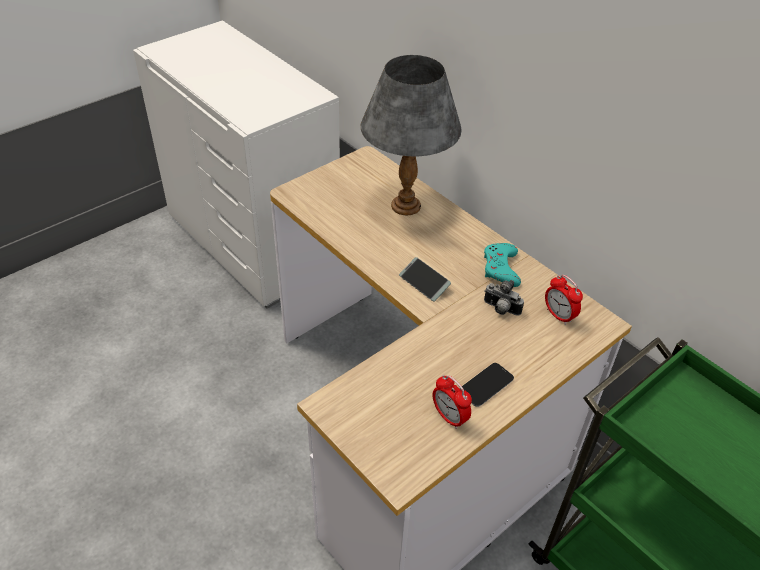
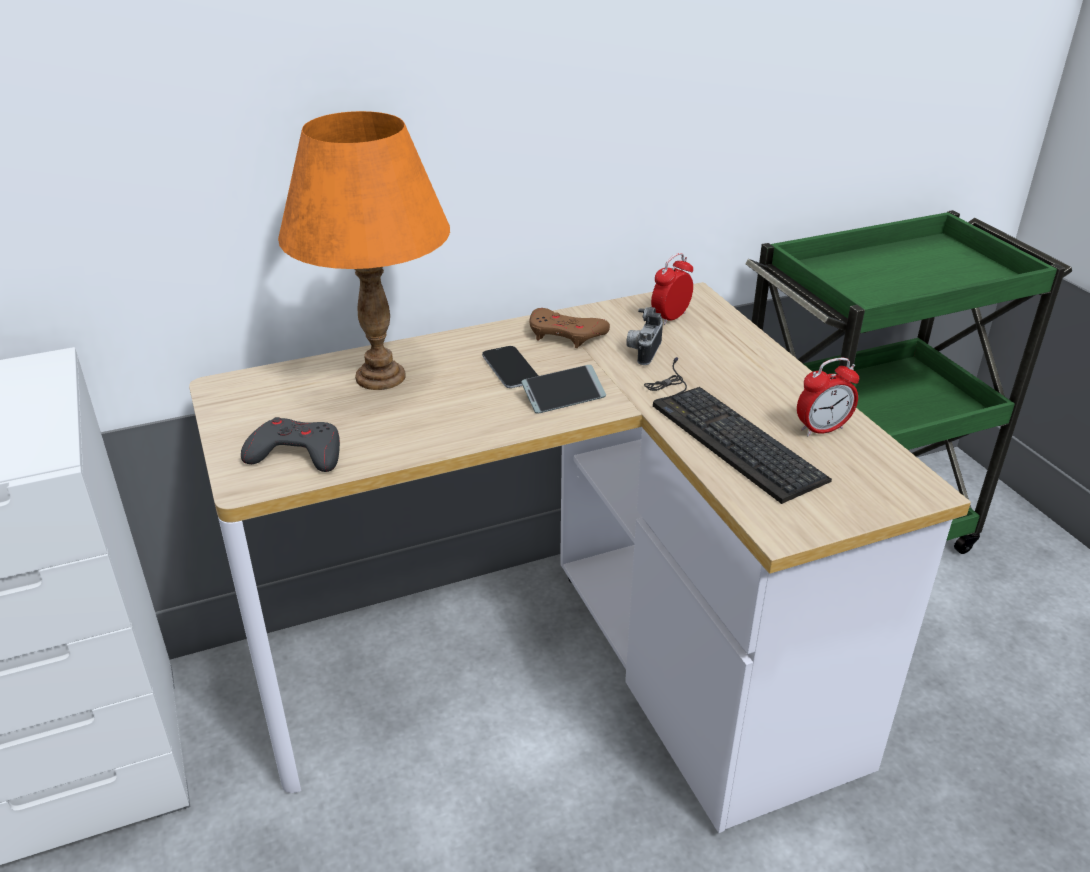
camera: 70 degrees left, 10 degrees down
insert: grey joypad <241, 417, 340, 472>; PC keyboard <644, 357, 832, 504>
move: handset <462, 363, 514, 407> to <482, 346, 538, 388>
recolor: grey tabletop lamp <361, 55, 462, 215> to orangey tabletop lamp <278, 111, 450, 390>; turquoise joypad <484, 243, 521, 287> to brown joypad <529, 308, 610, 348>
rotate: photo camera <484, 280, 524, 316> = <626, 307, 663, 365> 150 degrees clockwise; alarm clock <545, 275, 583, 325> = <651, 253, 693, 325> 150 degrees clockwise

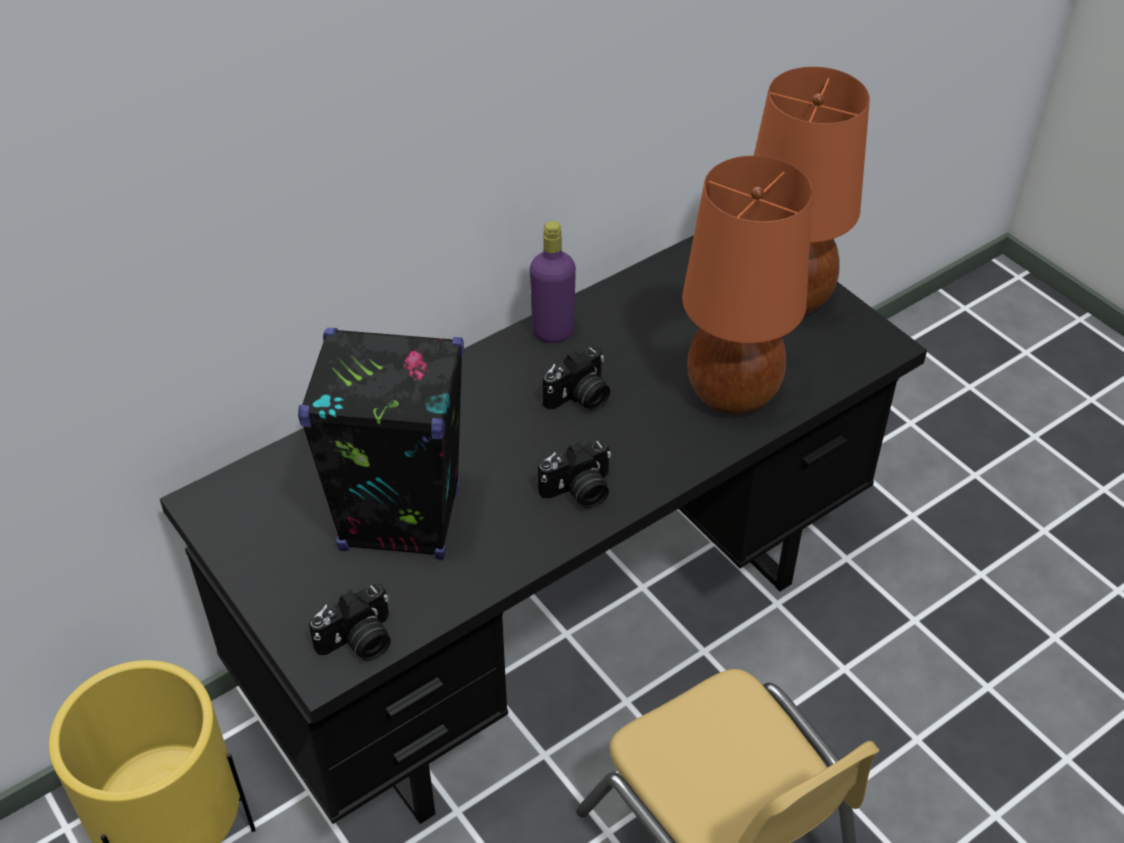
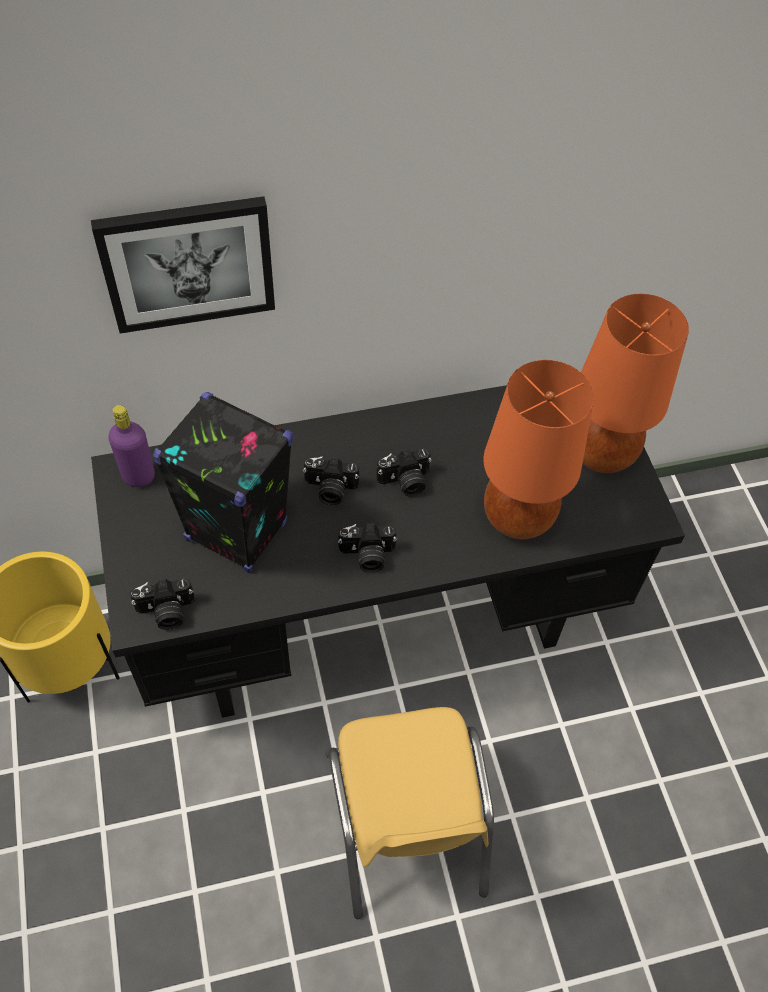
camera: 20 degrees right, 10 degrees up
insert: wall picture <91, 196, 275, 334>; photo camera <303, 456, 359, 505>
move: purple-coloured drink bottle <530, 221, 576, 343> to <108, 405, 155, 487>

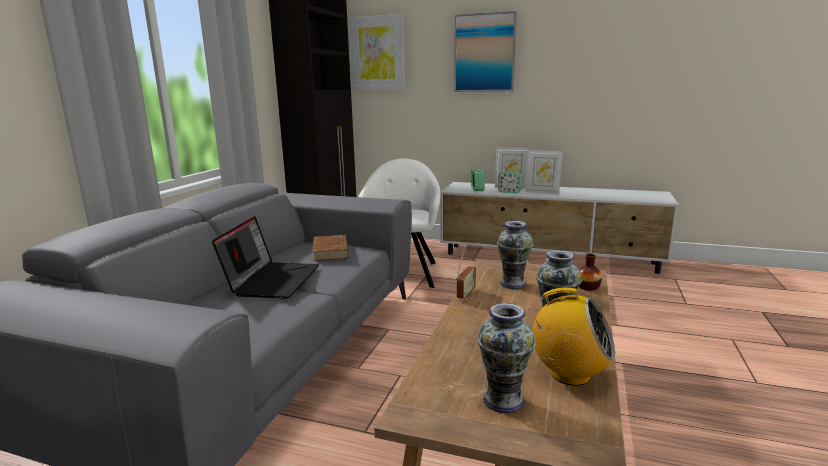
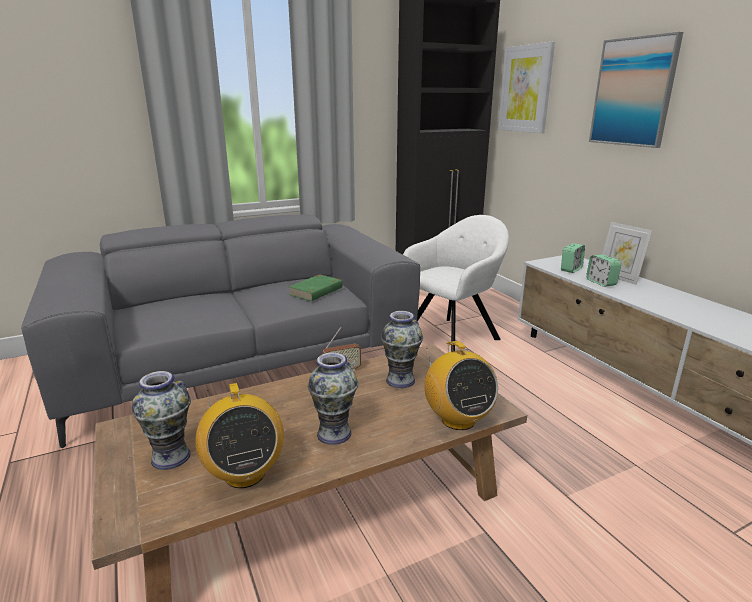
camera: 45 degrees right, 5 degrees up
delete: laptop <212, 216, 319, 299>; standing frame <525, 150, 563, 194>
replace: decorative vase <579, 253, 602, 291> to radio set <424, 341, 498, 430>
recolor: brown book <312, 235, 349, 261> to green book <289, 274, 343, 301>

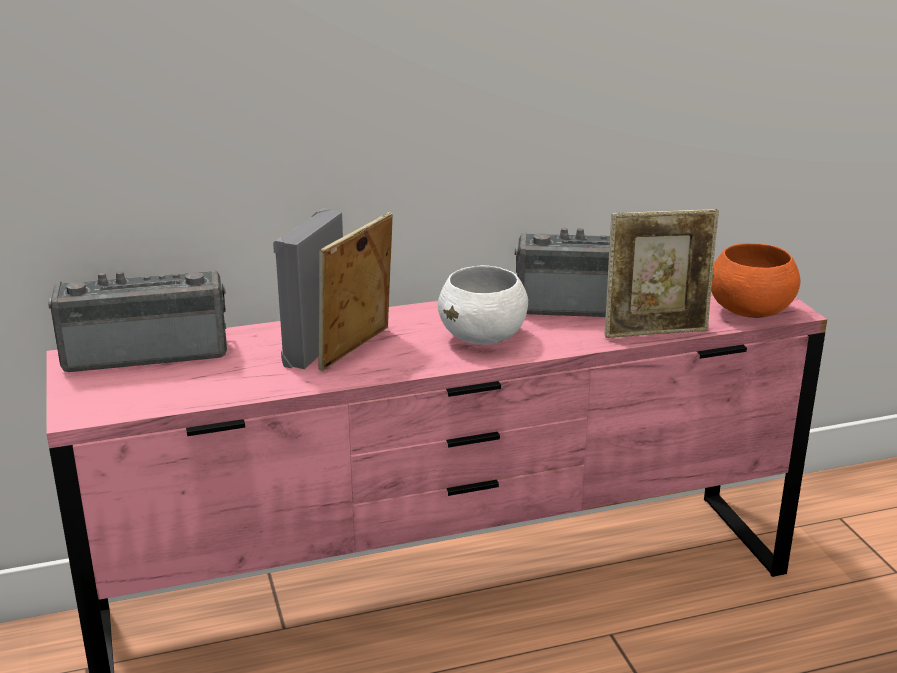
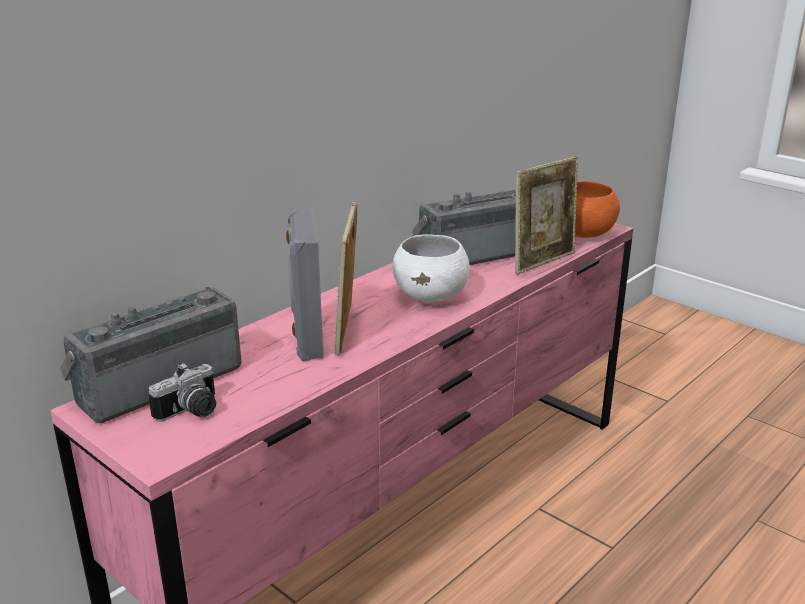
camera: 30 degrees left, 0 degrees up
insert: photo camera <148, 363, 216, 422>

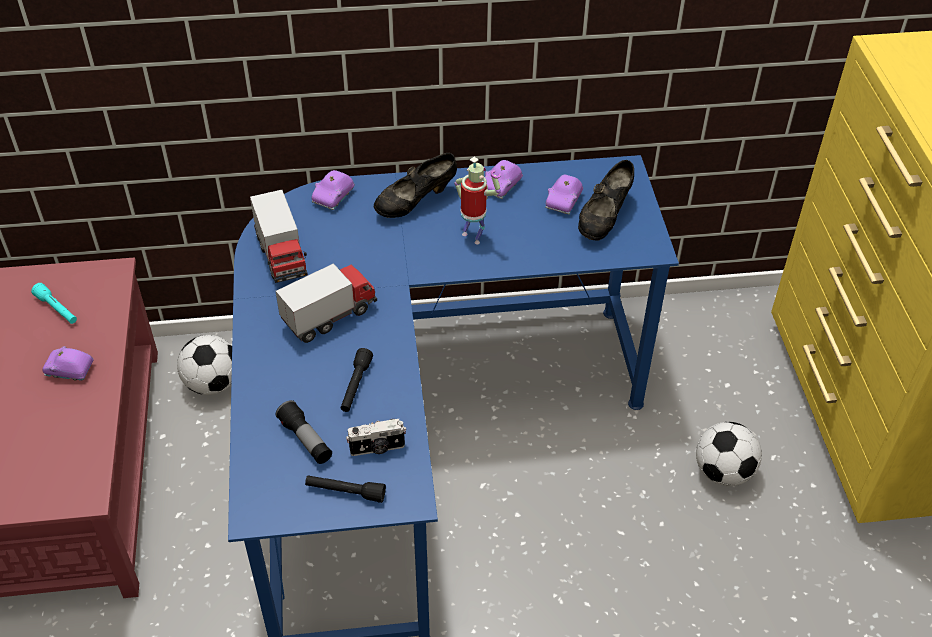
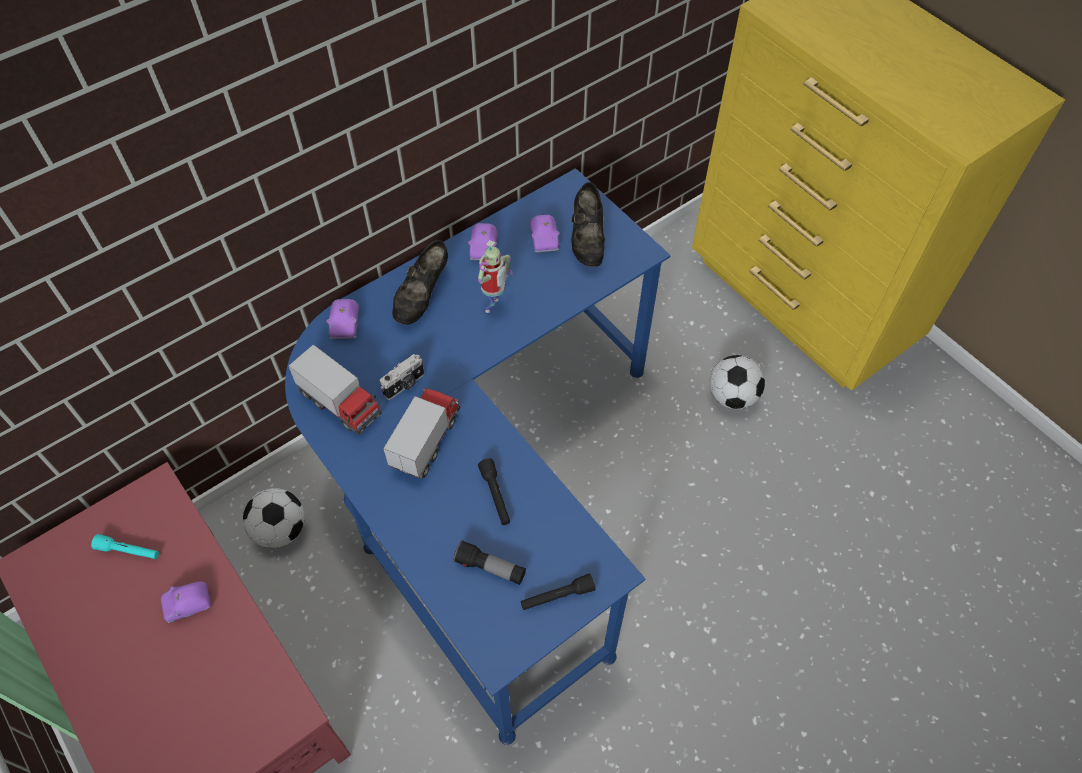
camera: 30 degrees left, 10 degrees up
move: photo camera <346, 419, 406, 456> to <380, 354, 424, 400>
rotate: robot figure <455, 157, 501, 245> = <478, 240, 513, 313> 105 degrees clockwise

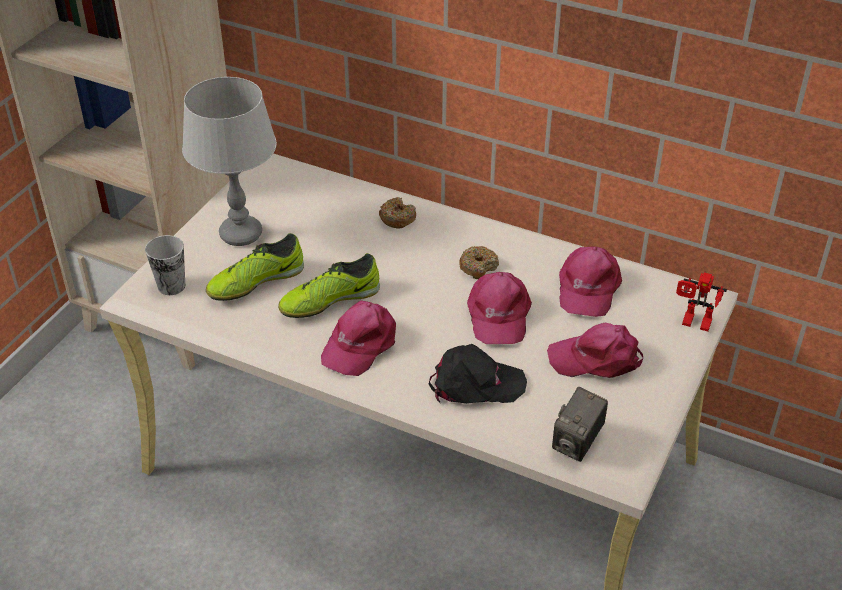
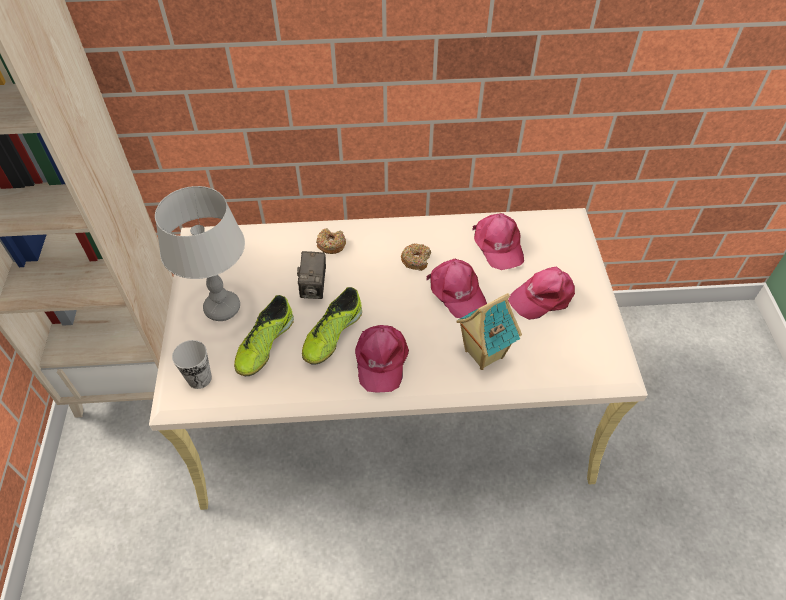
camera: 30 degrees left, 10 degrees up
delete: robot figure <676, 273, 727, 331>
move: photo camera <552, 387, 608, 462> to <297, 251, 326, 299>
replace: black cap <429, 344, 527, 404> to toy house <456, 293, 522, 370>

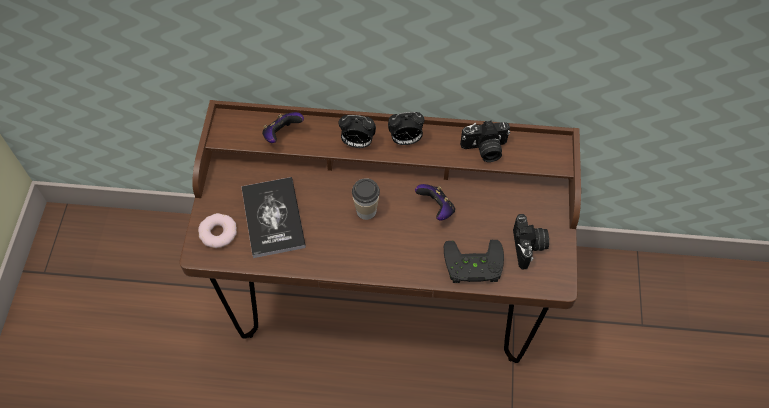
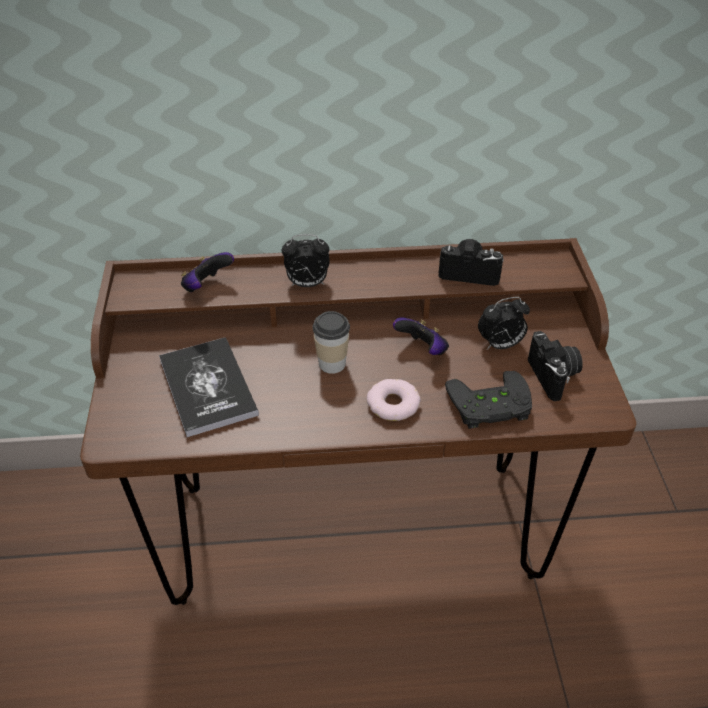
camera: 10 degrees left, 15 degrees down
move: donut <198, 213, 237, 248> to <367, 379, 421, 421>; alarm clock <388, 112, 425, 145> to <478, 297, 530, 349>
rotate: photo camera <460, 120, 510, 162> = <439, 239, 504, 286> 150 degrees counterclockwise

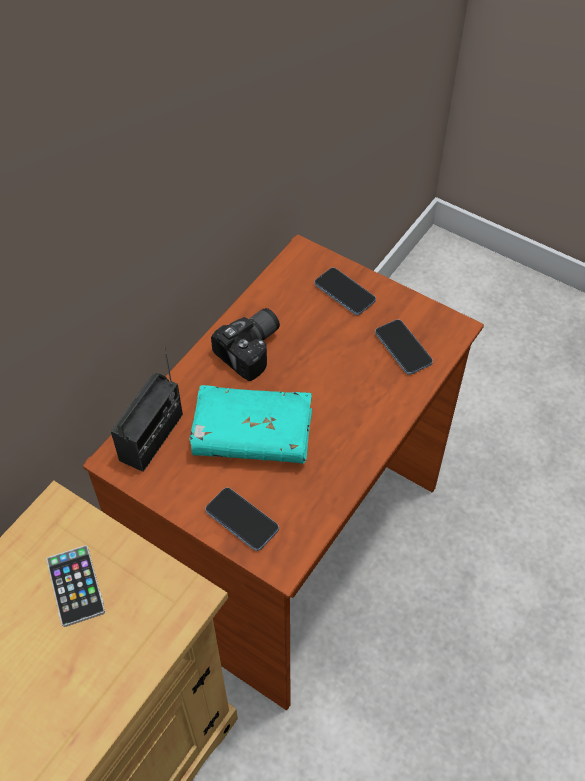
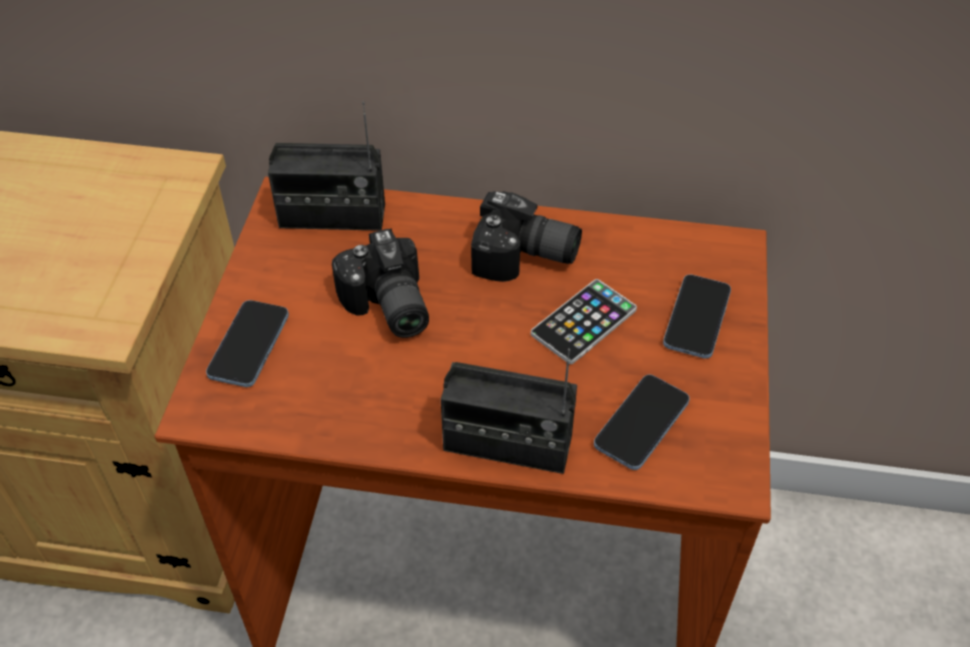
camera: 65 degrees right, 5 degrees down
insert: radio set <441, 348, 577, 474>
move: handset <46, 545, 105, 627> to <531, 279, 637, 364>
replace: turquoise book <190, 385, 312, 464> to photo camera <332, 228, 429, 338>

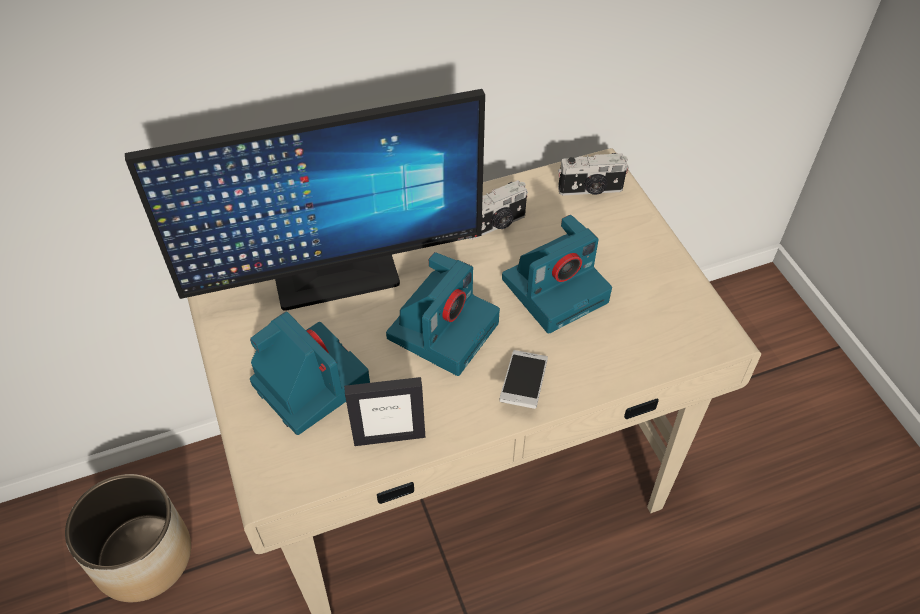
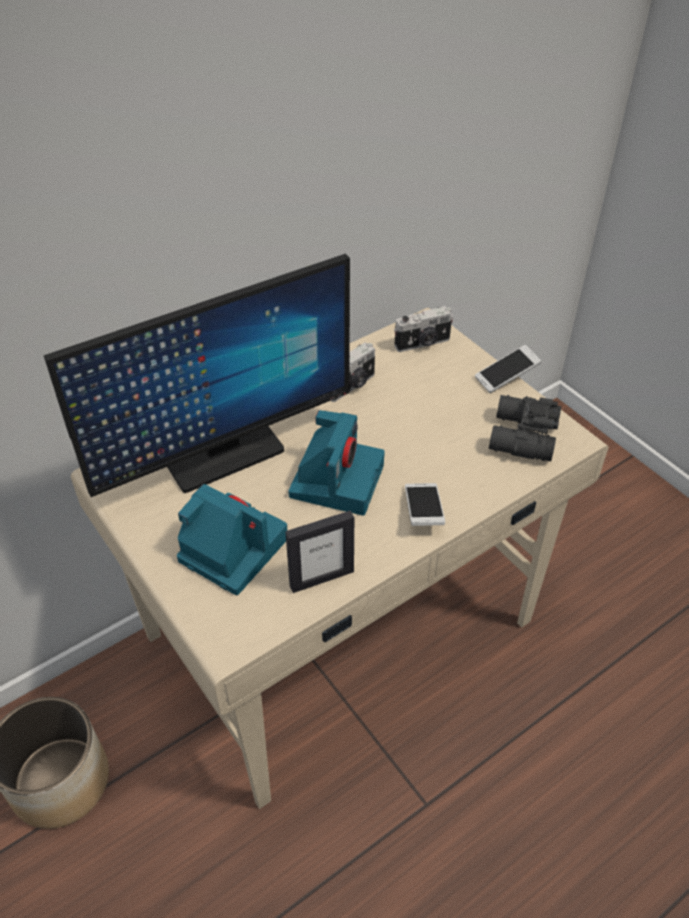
camera: 15 degrees left, 5 degrees down
delete: photo camera <502, 215, 612, 333>
insert: handset <475, 345, 541, 393>; black binoculars <489, 395, 561, 461>

